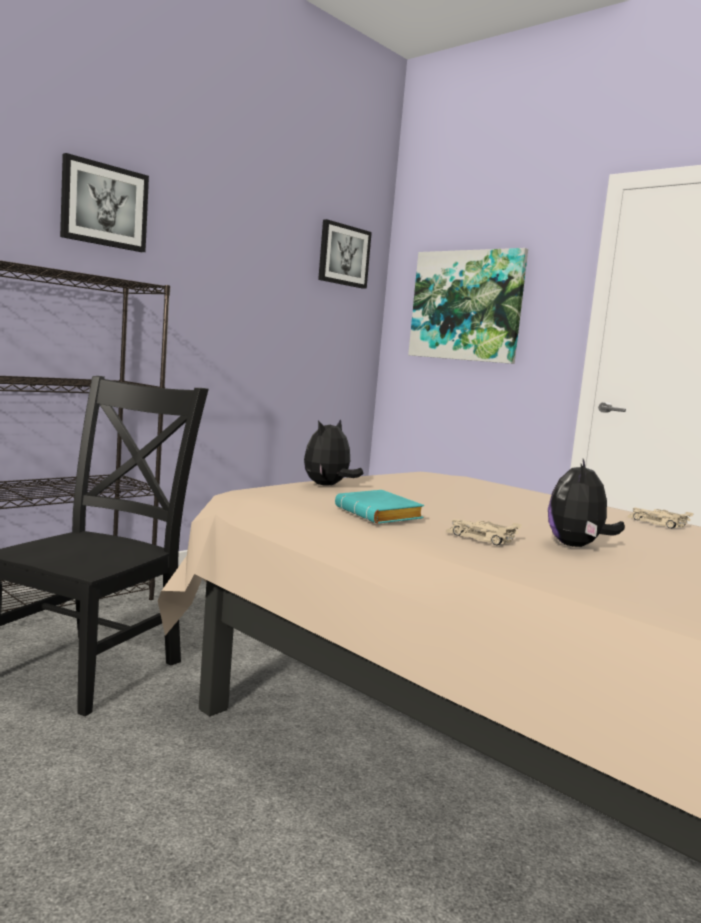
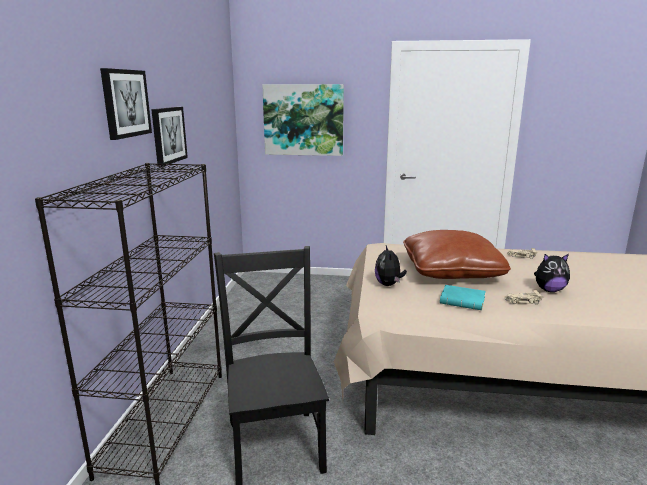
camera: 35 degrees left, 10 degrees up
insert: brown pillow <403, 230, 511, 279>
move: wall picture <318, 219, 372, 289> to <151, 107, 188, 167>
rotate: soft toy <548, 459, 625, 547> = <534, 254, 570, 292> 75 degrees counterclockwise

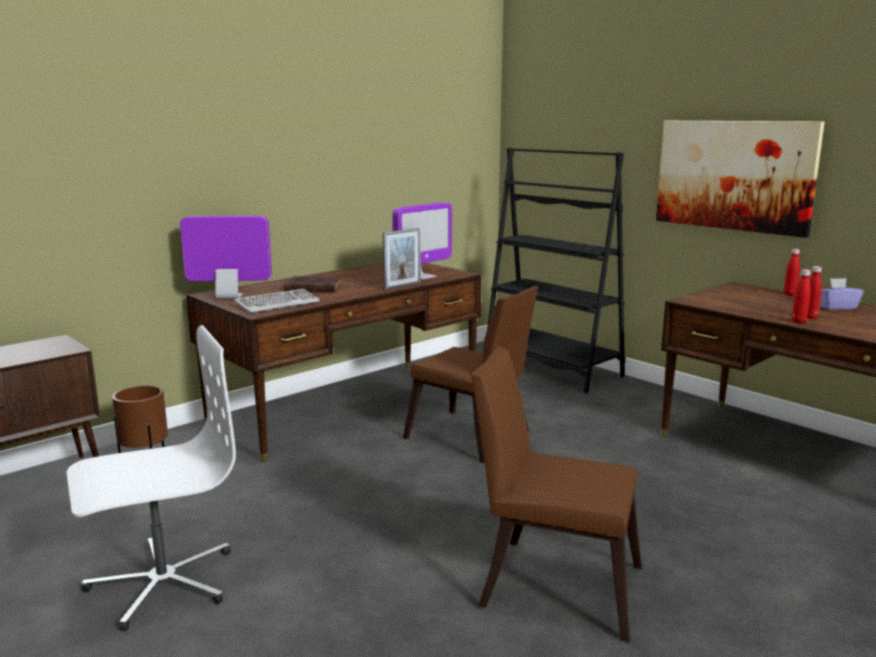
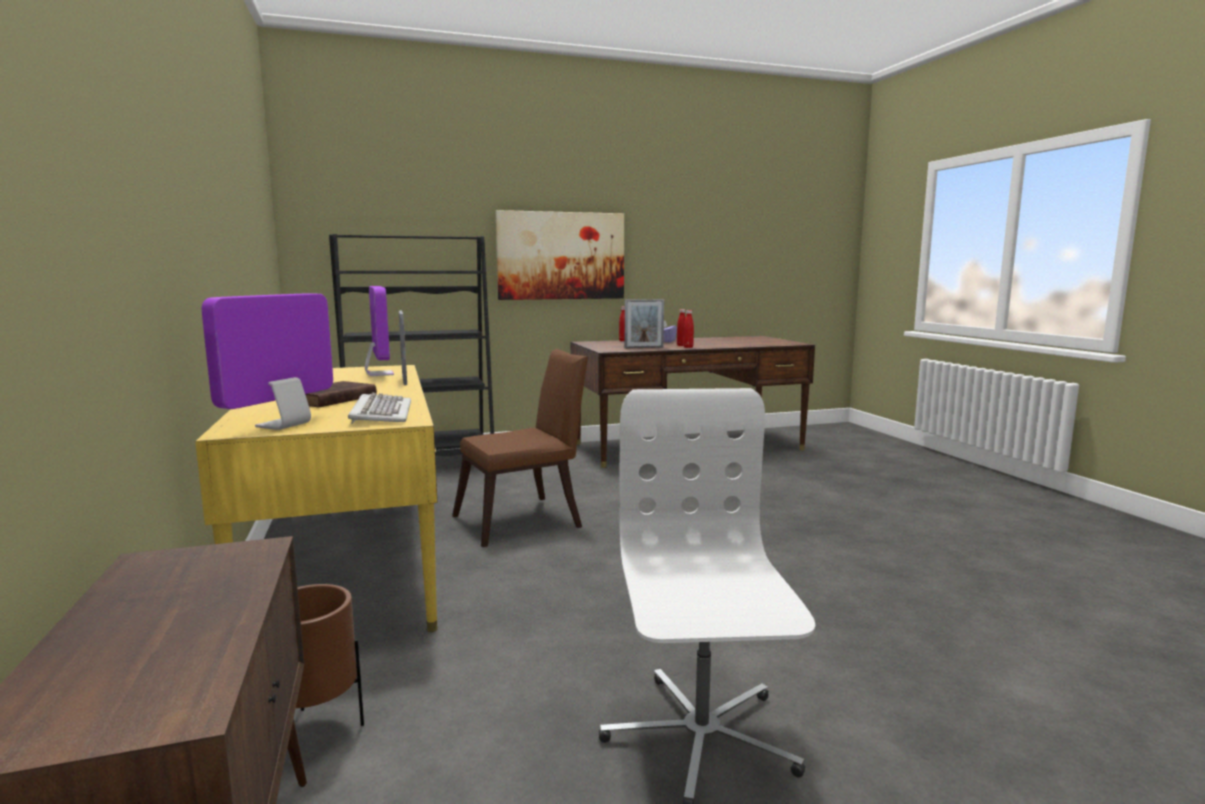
camera: 65 degrees left, 5 degrees down
delete: brown chair <471, 346, 642, 642>
insert: standing frame <625, 299, 664, 348>
recolor: brown desk unit <186, 263, 481, 462> to yellowish desk unit <195, 365, 438, 632>

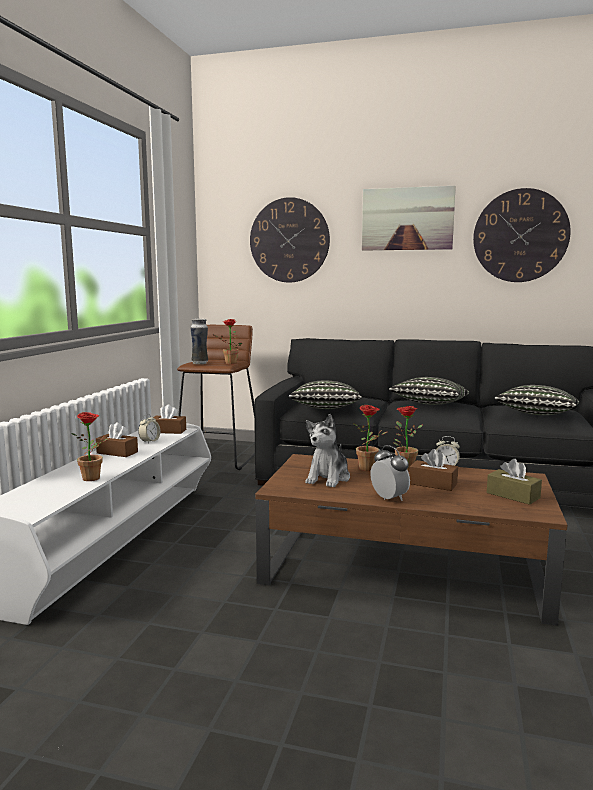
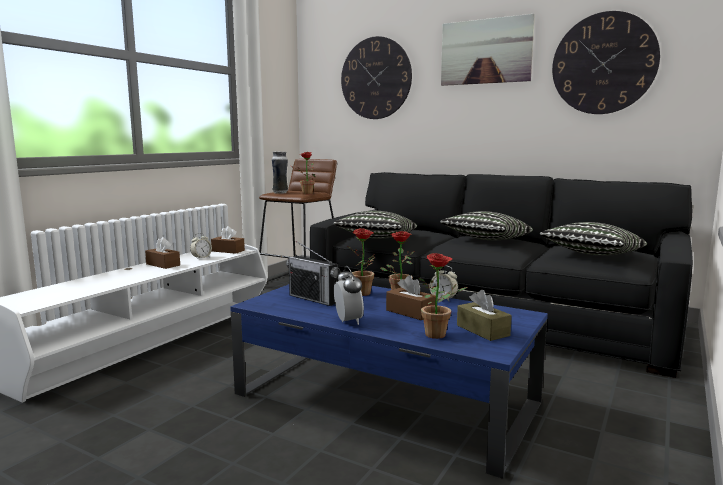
camera: 15 degrees right, 0 degrees up
move: plant in a pot <71, 412, 109, 481> to <419, 253, 468, 339>
replace: soft toy <305, 414, 350, 488> to radio set <286, 241, 340, 306>
recolor: brown lounge table <255, 454, 567, 626> to blue lounge table <230, 284, 548, 479>

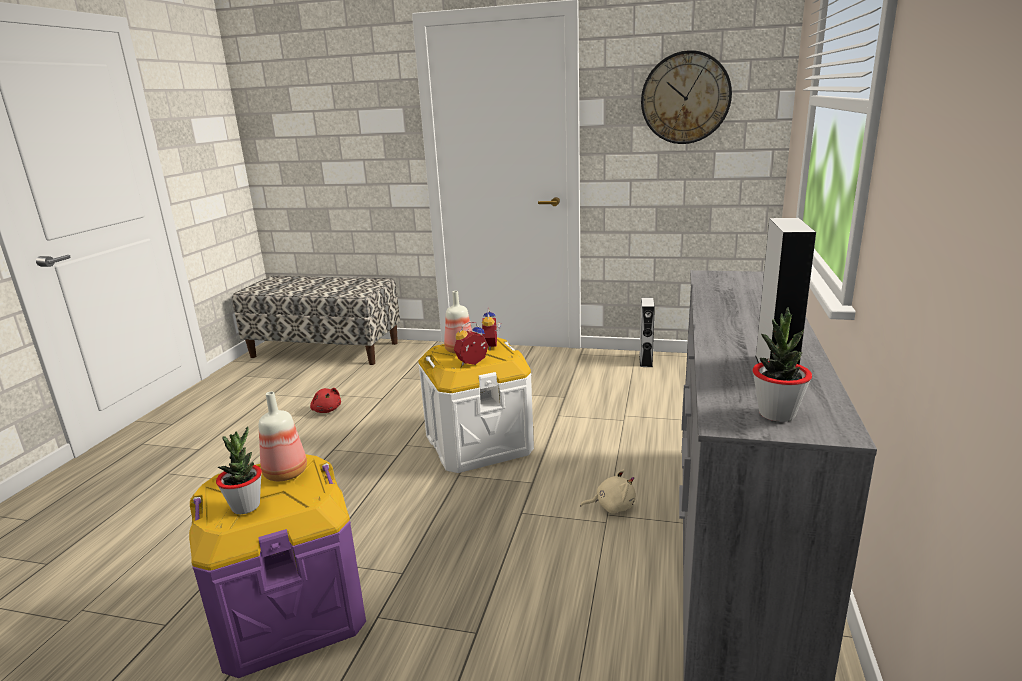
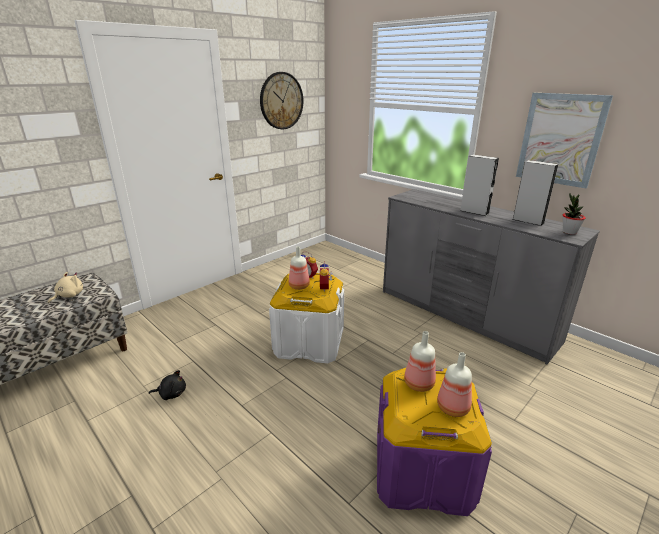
camera: 60 degrees left, 5 degrees up
insert: wall picture <516, 93, 613, 188>
move: beige soft toy <580, 470, 636, 514> to <48, 272, 83, 304>; grey loudspeaker <639, 297, 655, 367> to <460, 155, 499, 216>
replace: plant in a pot <216, 427, 262, 514> to drink bottle <437, 352, 472, 417>
recolor: red soft toy <310, 388, 341, 413> to black soft toy <149, 370, 186, 400>

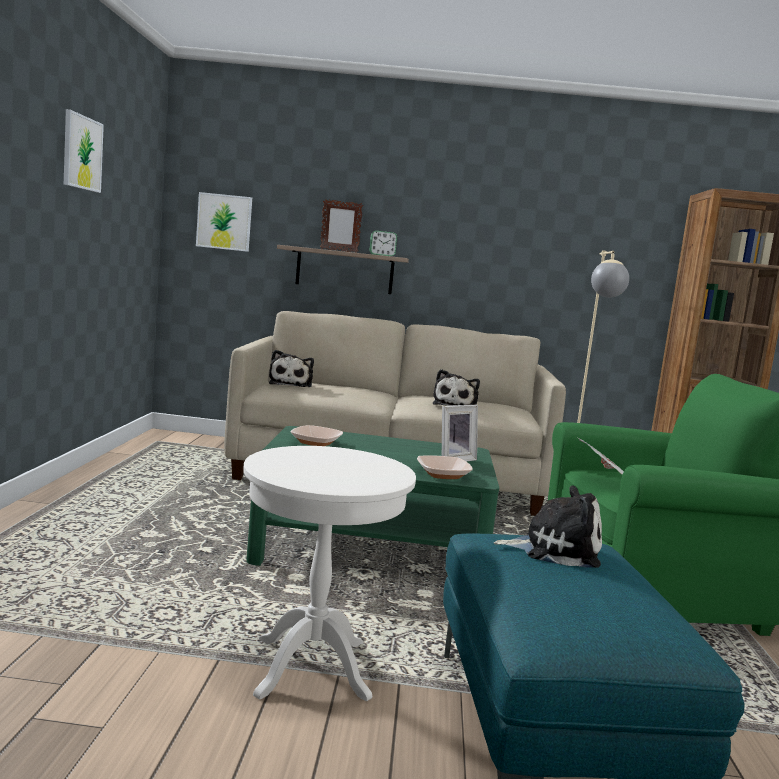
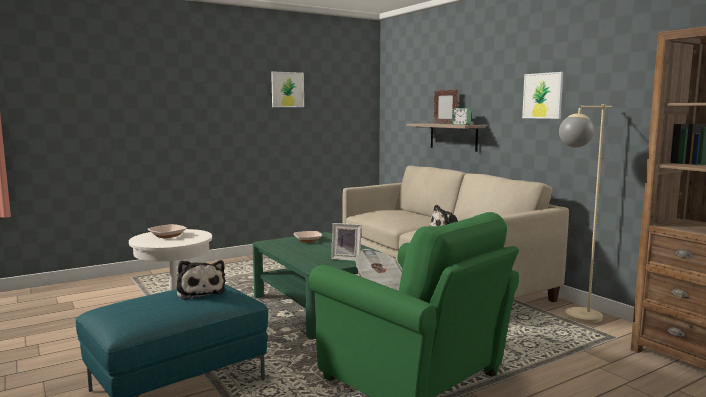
camera: 55 degrees right, 0 degrees up
delete: soft toy <269, 350, 314, 387>
move: wall picture <196, 192, 252, 252> to <522, 72, 563, 119>; deep dish <417, 455, 473, 479> to <148, 224, 187, 238>

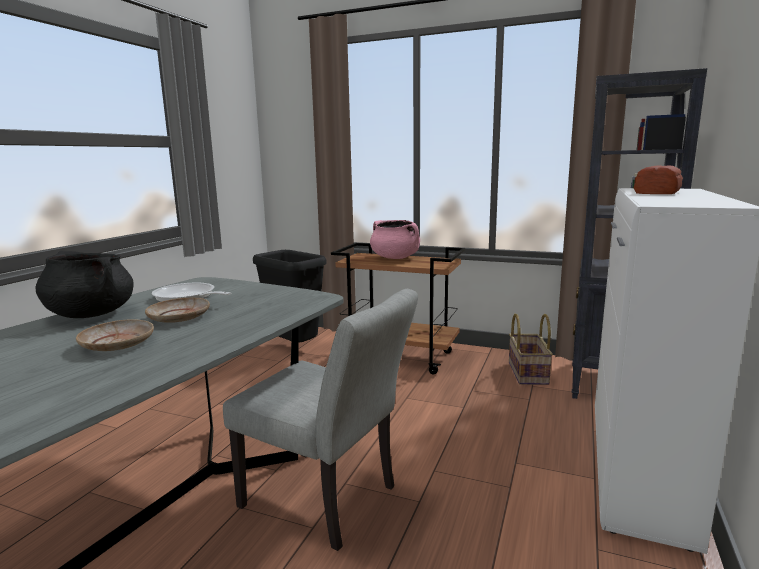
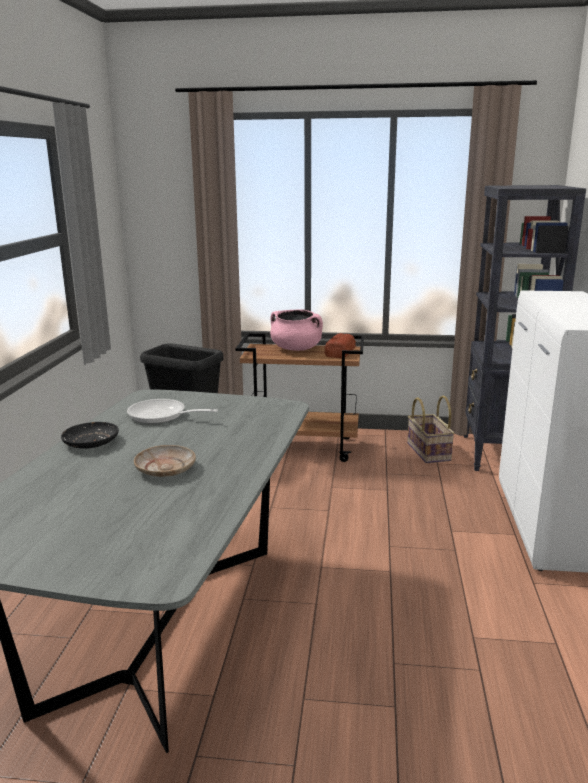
camera: 15 degrees left, 5 degrees up
delete: beige dinner plate <145, 298, 210, 323>; grey chair <223, 289, 418, 551>
move: baked bread <634, 165, 683, 194> to <324, 333, 356, 358>
replace: black stockpot <36, 251, 134, 318> to black dinner plate <61, 422, 119, 449>

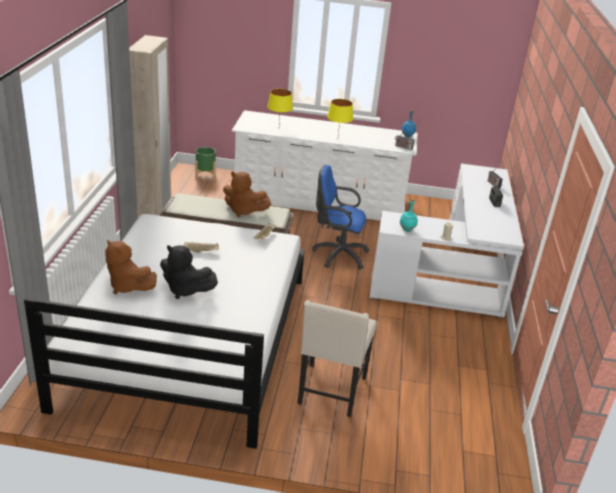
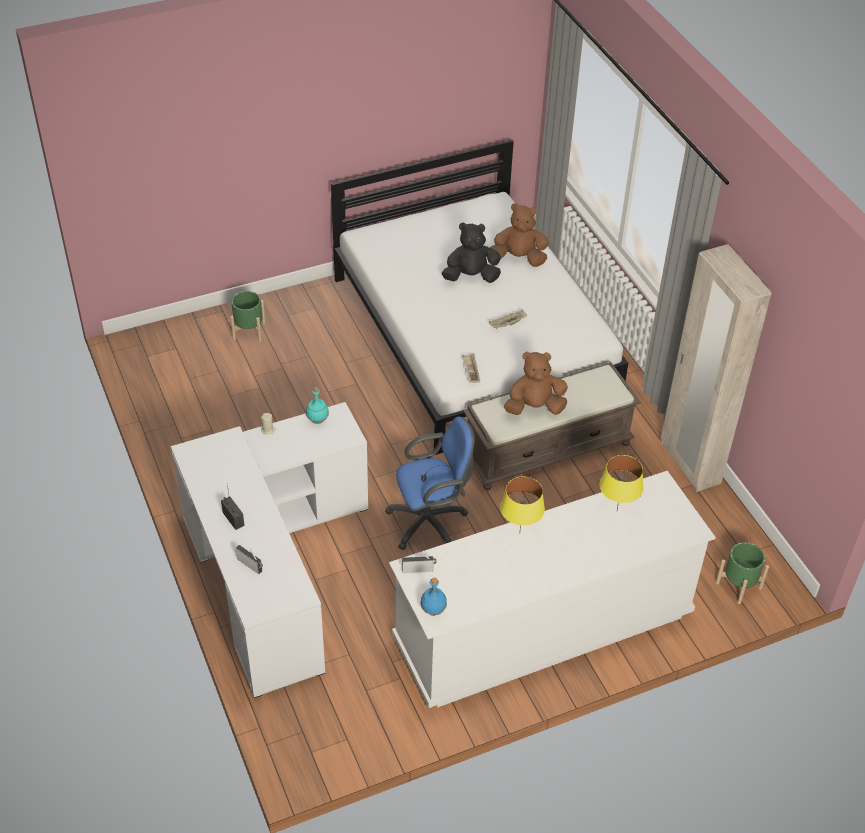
camera: 150 degrees right, 15 degrees up
delete: beige chair <298, 300, 377, 417>
insert: green flower pot <230, 291, 266, 342>

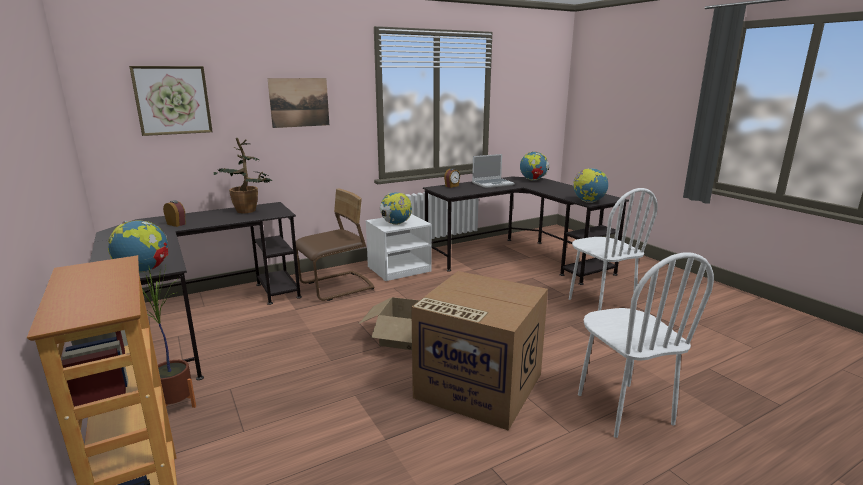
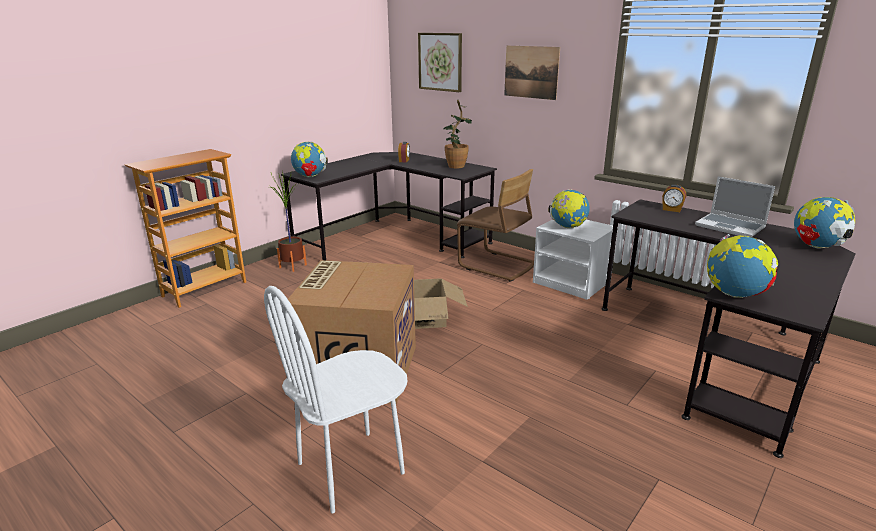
camera: 70 degrees right, 5 degrees up
delete: whitish chair <569, 188, 658, 311>

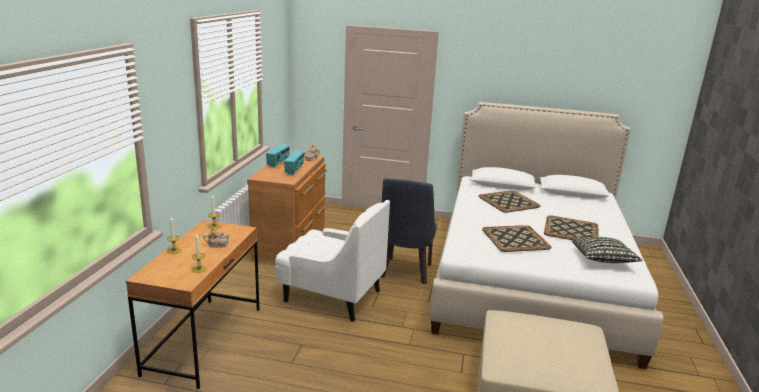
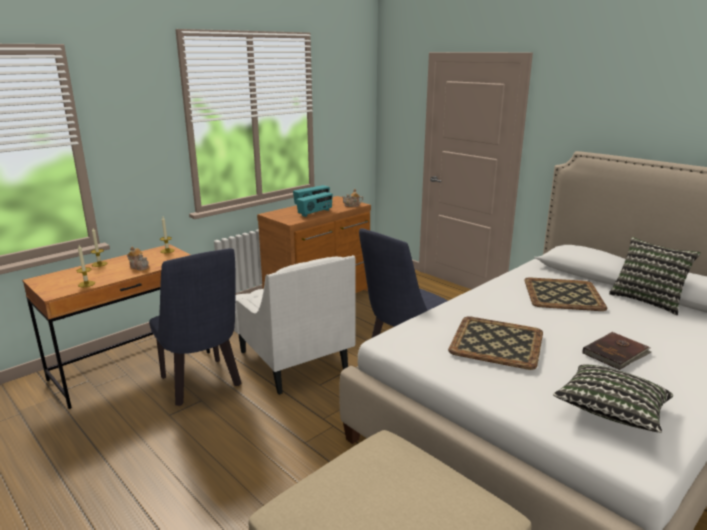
camera: 35 degrees right, 0 degrees up
insert: blue chair <149, 248, 241, 406>; pillow <609, 237, 701, 315>
replace: carrying tray <544, 215, 599, 240> to brown book <583, 332, 651, 370>

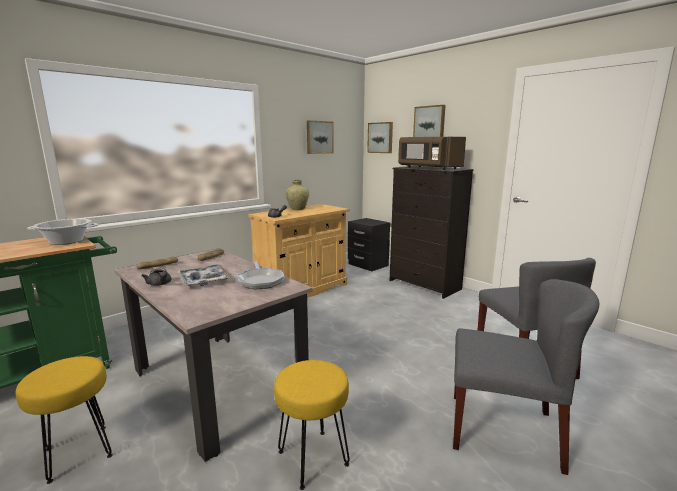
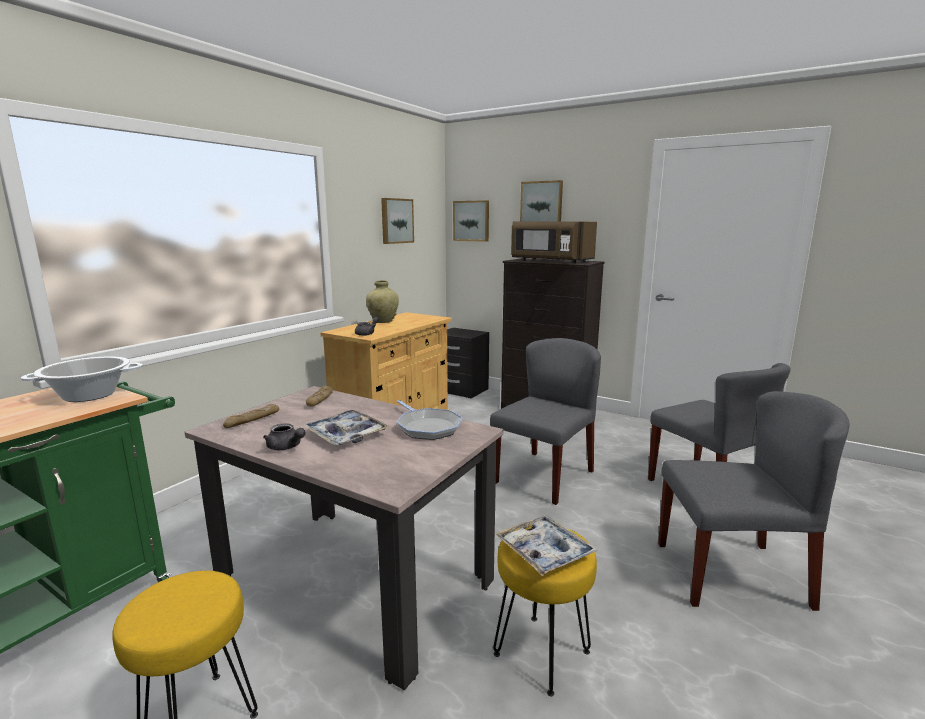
camera: 15 degrees left, 0 degrees up
insert: grey chair <490, 338, 601, 505>; carrying tray <495, 515, 598, 576>

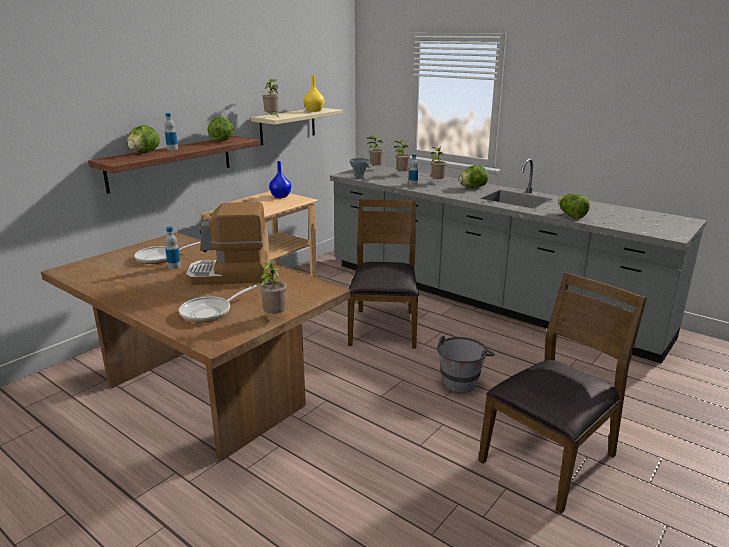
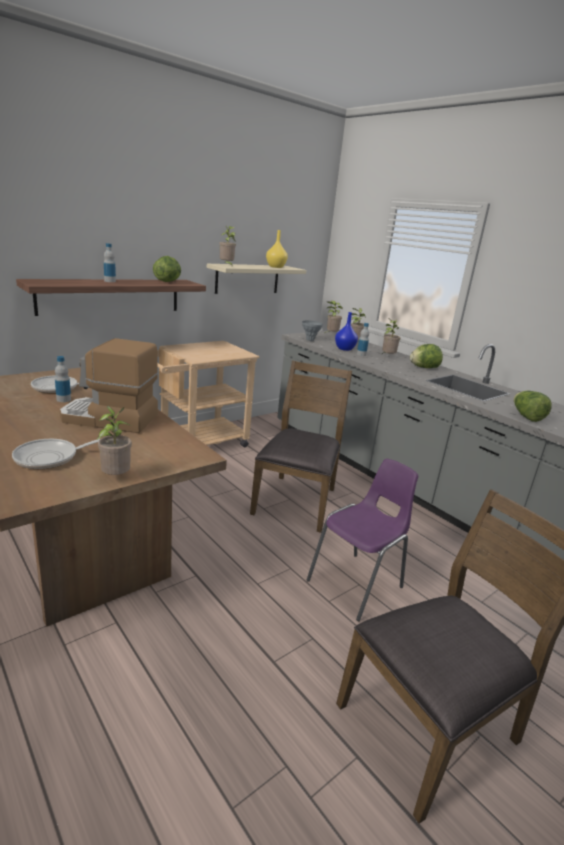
camera: 10 degrees right, 0 degrees up
delete: head of lettuce <127, 125, 160, 154>
move: blue decorative vase <269, 161, 291, 198> to <335, 312, 358, 351>
replace: grey bucket <437, 336, 495, 393> to purple-coloured chair <307, 459, 418, 621>

